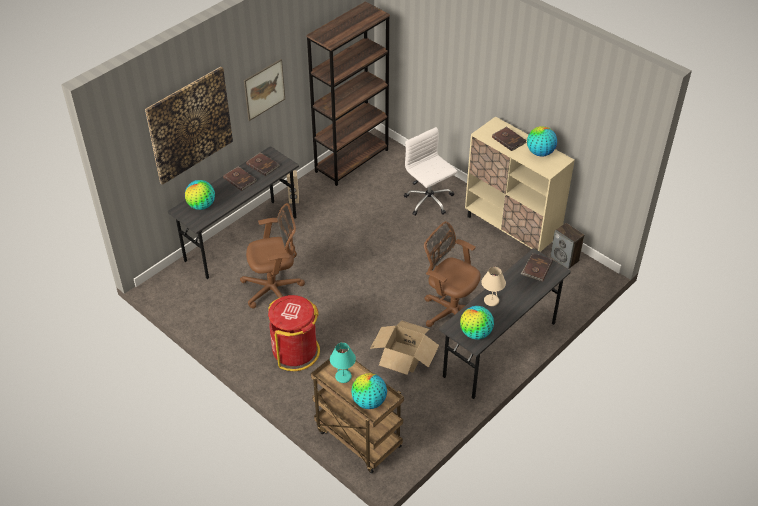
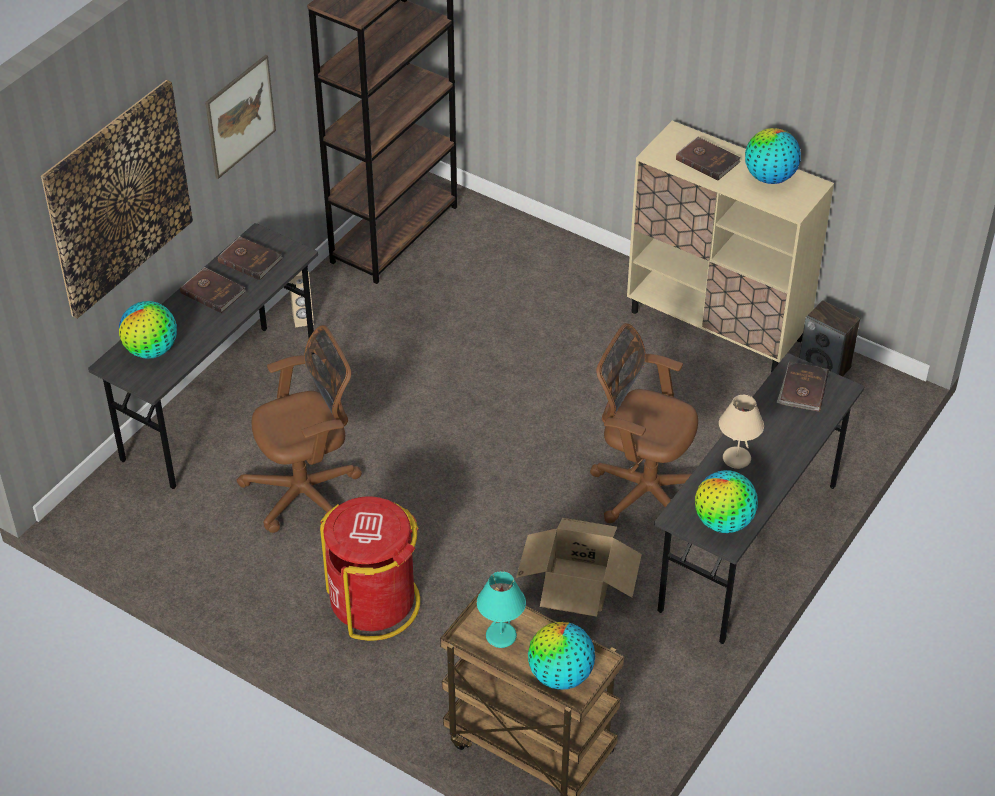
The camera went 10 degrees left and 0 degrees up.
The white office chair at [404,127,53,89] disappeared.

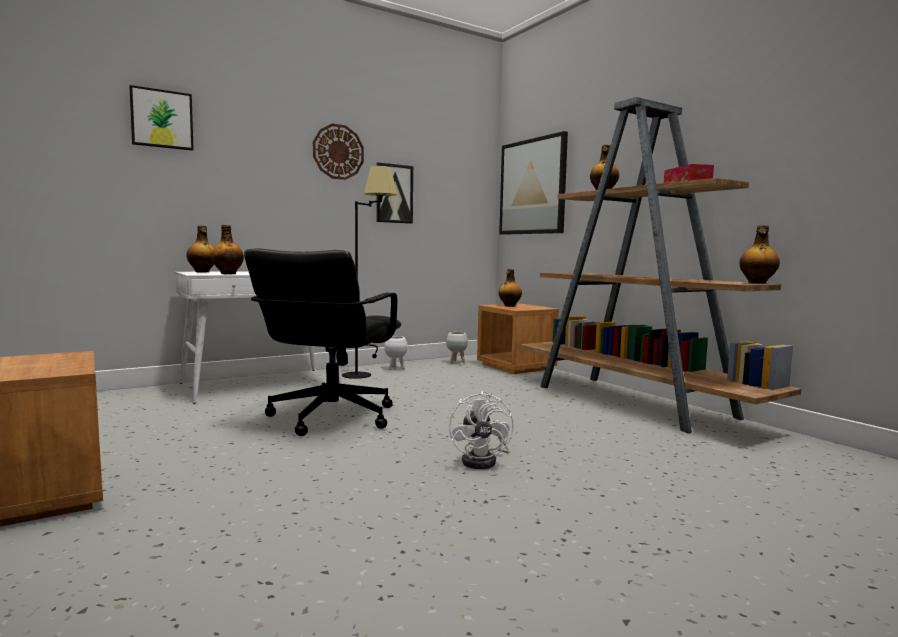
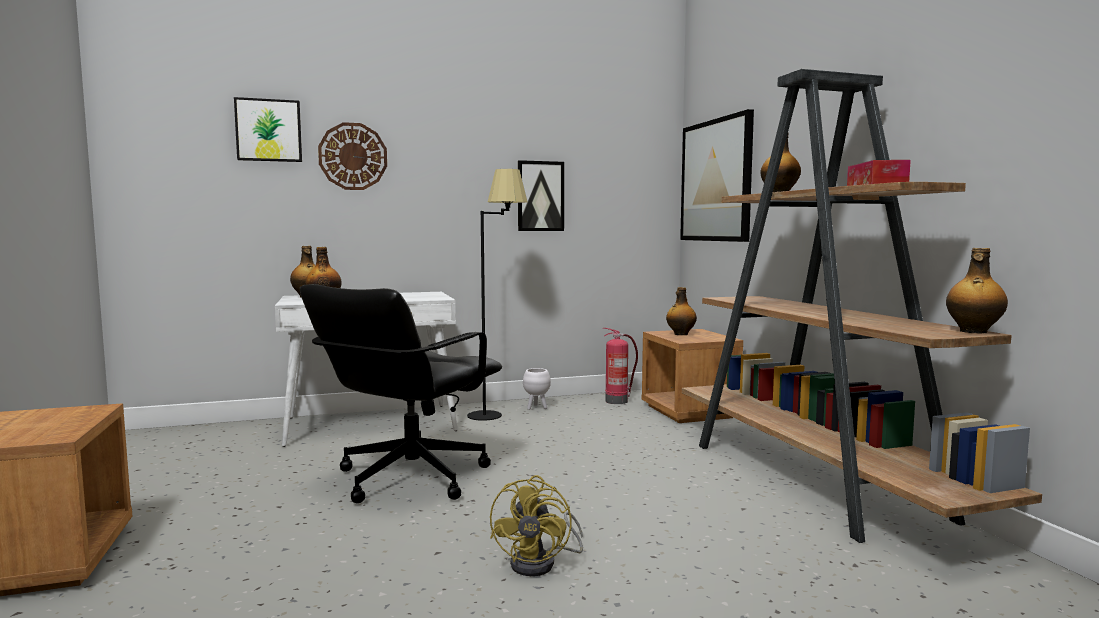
The camera went 15 degrees right and 0 degrees up.
The hanging clock moved from [313,124,51,56] to [318,122,69,68].
The white fan at [449,391,65,78] became the yellow fan at [490,475,93,101].
The white planter at [446,332,22,31] was replaced by the fire-fighting cylinder at [603,328,35,76].

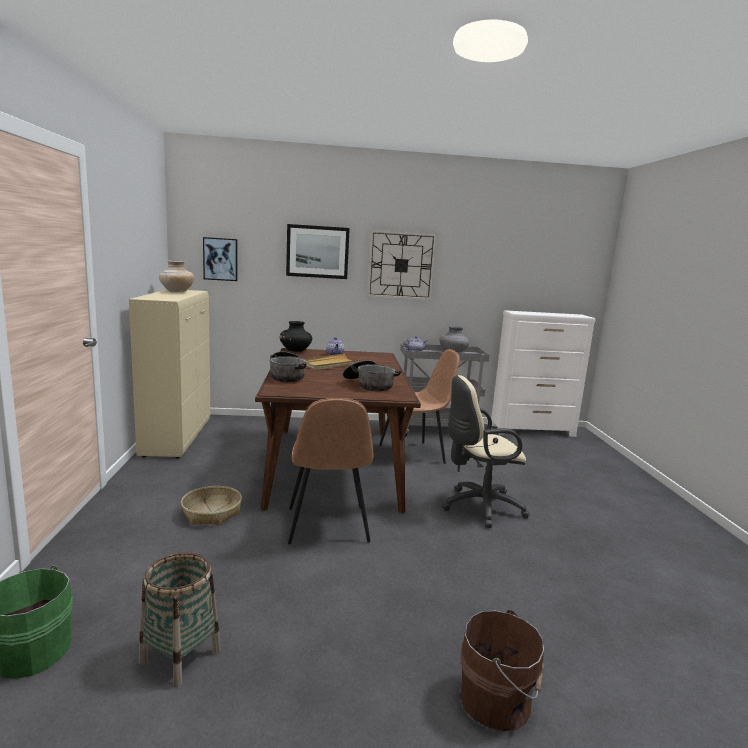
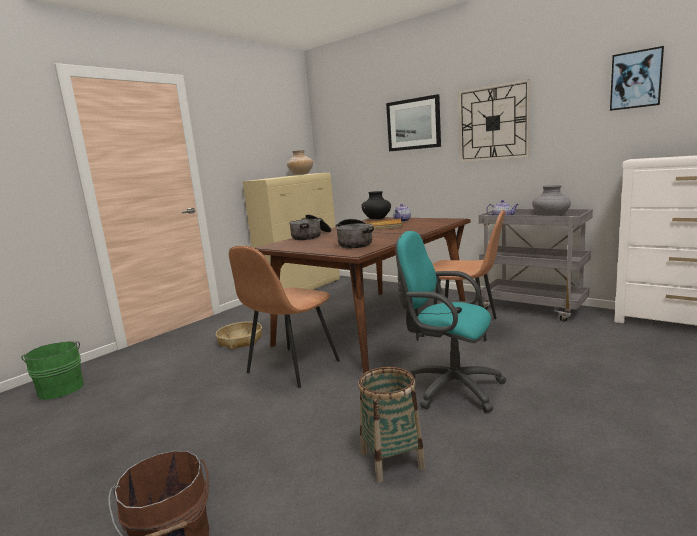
The camera went 45 degrees right and 0 degrees up.
The storage basket moved from [139,552,82,135] to [358,367,67,115].
The beige-coloured office chair at [442,375,88,153] became the turquoise-coloured office chair at [395,231,112,182].
The wall picture moved from [203,237,34,44] to [610,46,54,65].

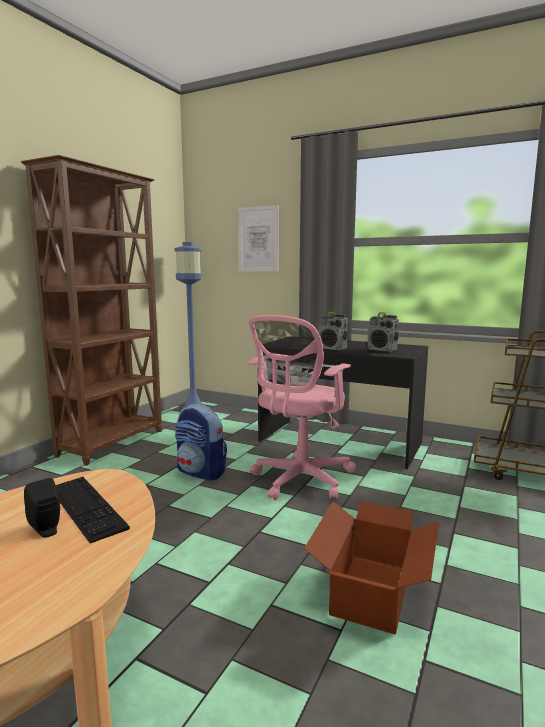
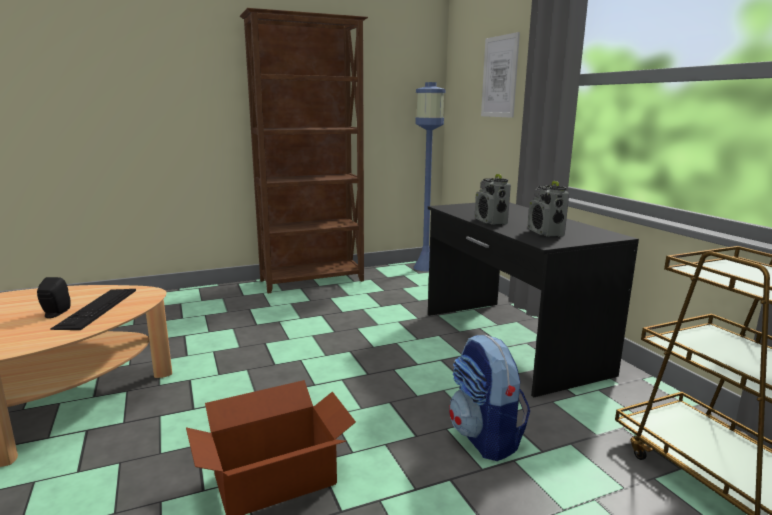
The camera went 40 degrees right and 5 degrees up.
The knapsack moved from [175,404,52,77] to [449,335,81,126].
The pinkish office chair at [247,315,109,185] disappeared.

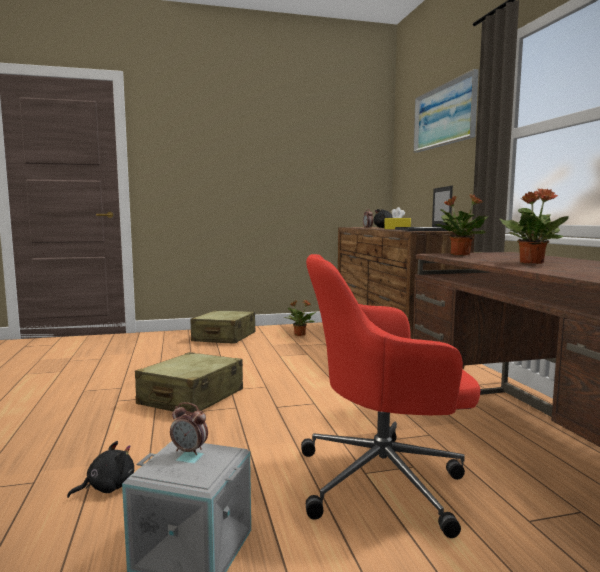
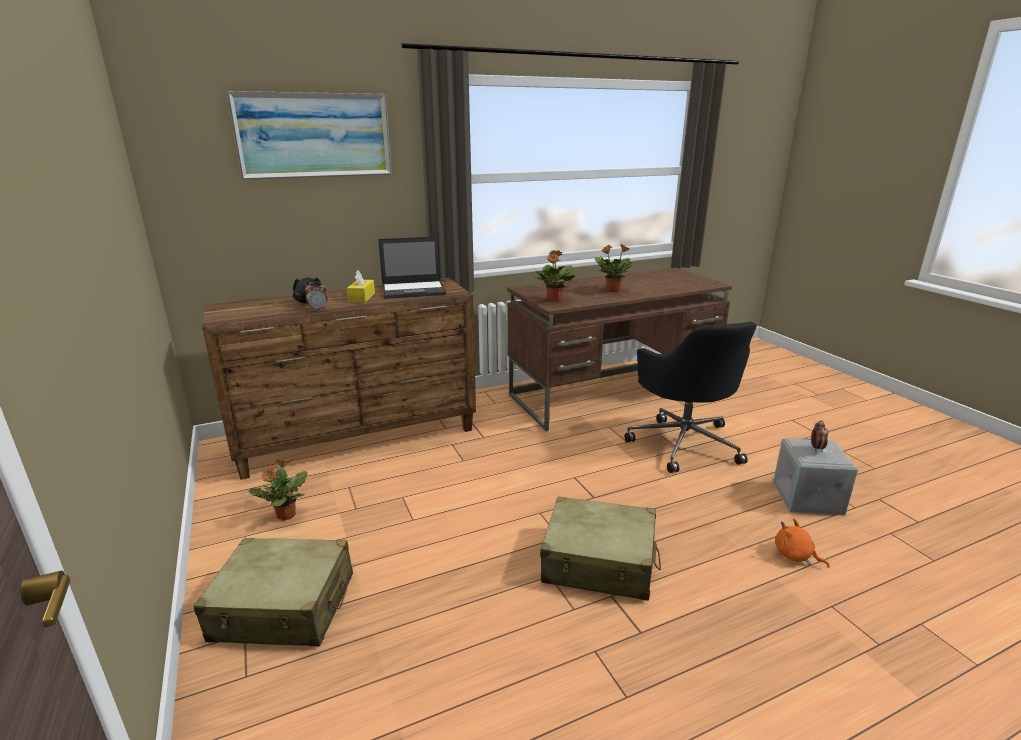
The camera went 100 degrees left and 15 degrees up.
The reddish office chair at [301,254,180,284] became the black office chair at [625,321,131,152].
The black cuddly toy at [67,441,67,57] became the orangey cuddly toy at [775,518,55,50].

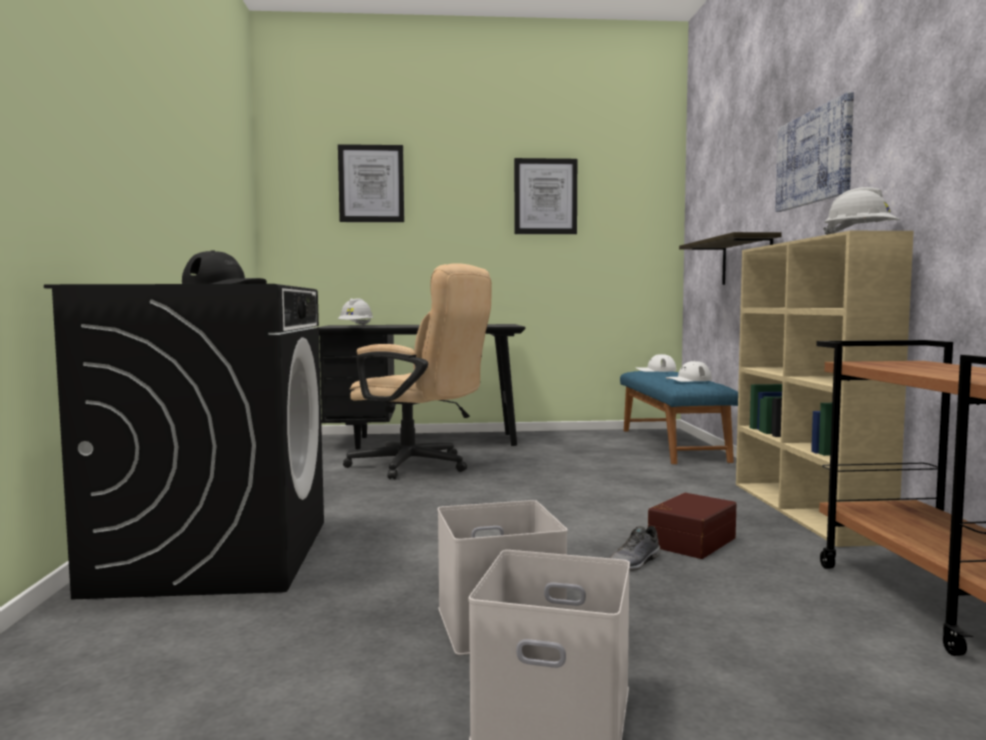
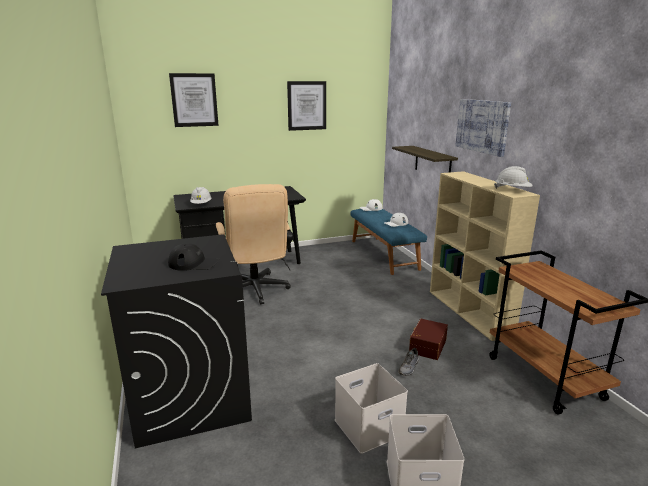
The camera went 15 degrees left and 15 degrees up.
The beige-coloured office chair at [343,263,149,216] turned 60 degrees clockwise.

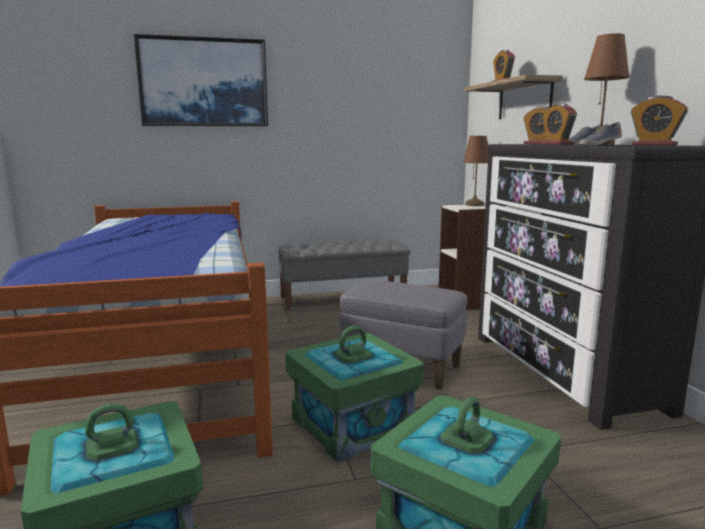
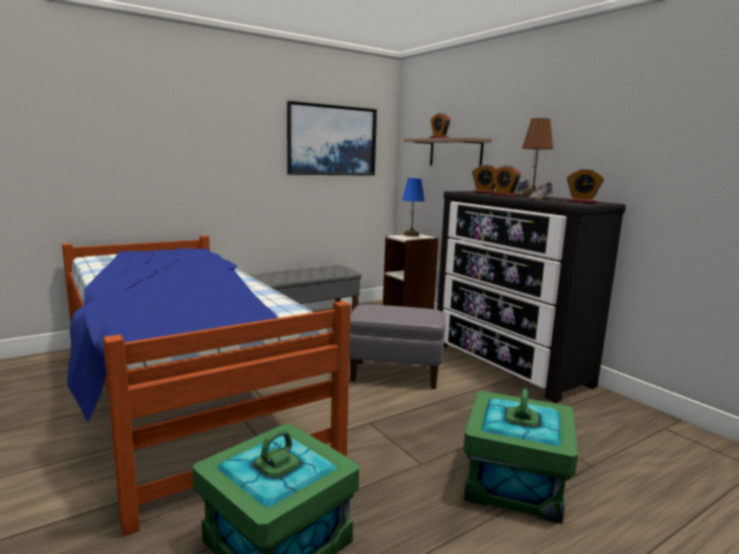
The camera went 20 degrees left and 0 degrees up.
The wall picture moved from [134,34,134,92] to [287,101,90,75].
The brown table lamp at [463,136,25,70] became the blue table lamp at [402,178,23,58].
The green-coloured storage box at [285,325,139,138] disappeared.

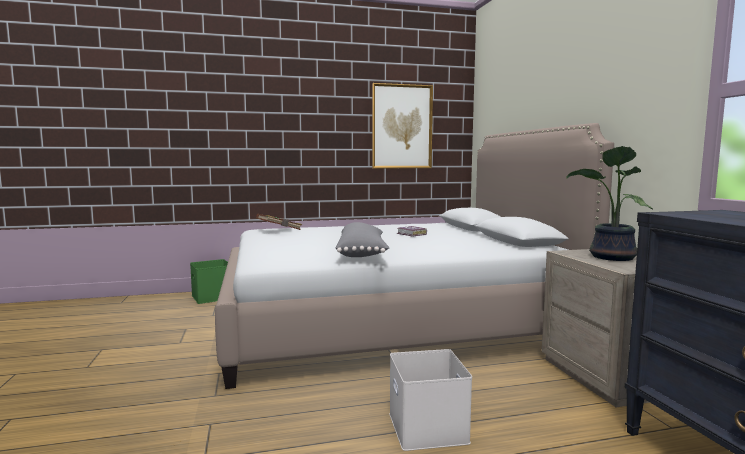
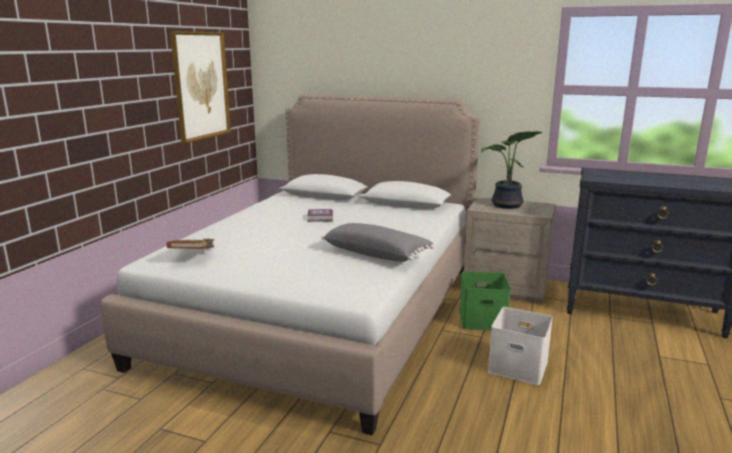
The camera went 55 degrees left and 10 degrees up.
The green-coloured storage box moved from [190,259,38,45] to [459,272,52,58].

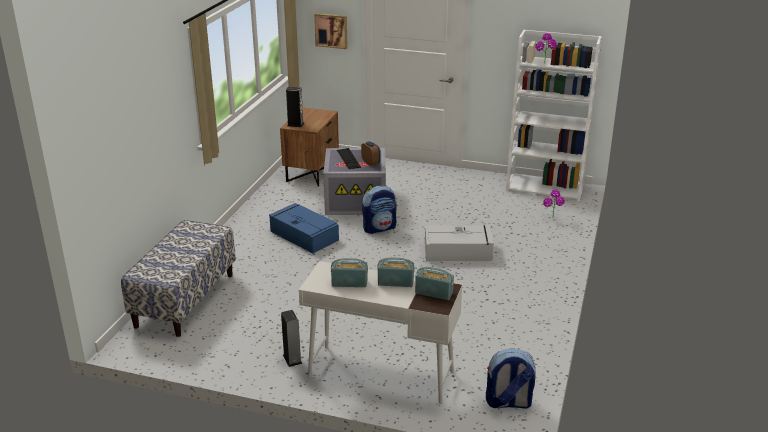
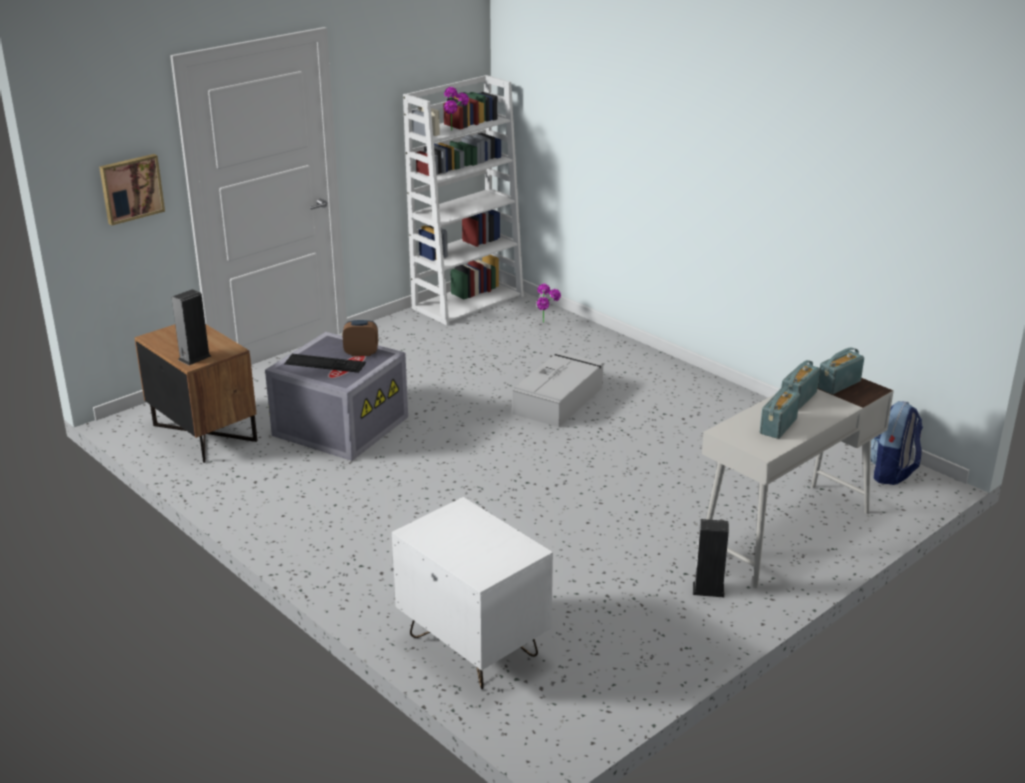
The camera went 60 degrees left and 0 degrees up.
The bench at [121,220,115,117] was replaced by the white night table at [392,497,161,192].
The blue storage box at [269,203,70,50] disappeared.
The knapsack at [362,186,34,48] disappeared.

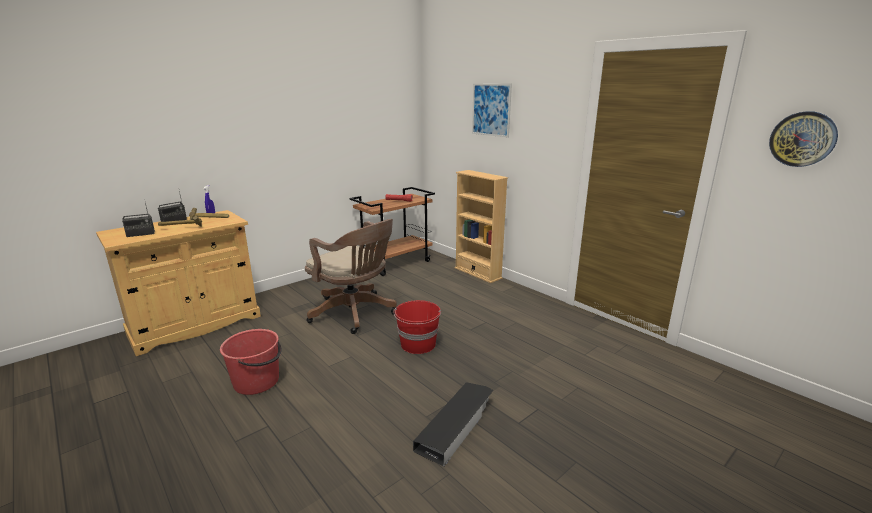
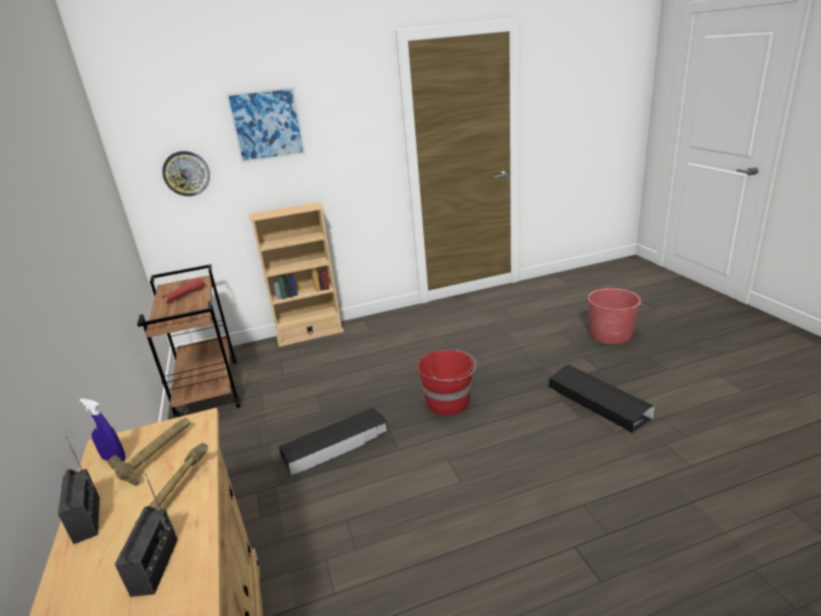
The camera went 65 degrees left and 5 degrees up.
The hanging clock moved from [769,111,69,56] to [162,151,48,45].
The brown office chair at [305,219,92,115] was replaced by the black storage box at [279,408,108,68].
The reddish bucket moved from [220,329,61,66] to [586,288,57,57].

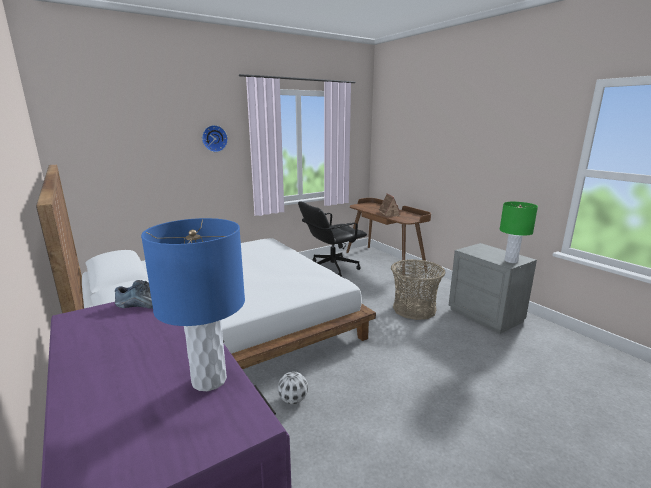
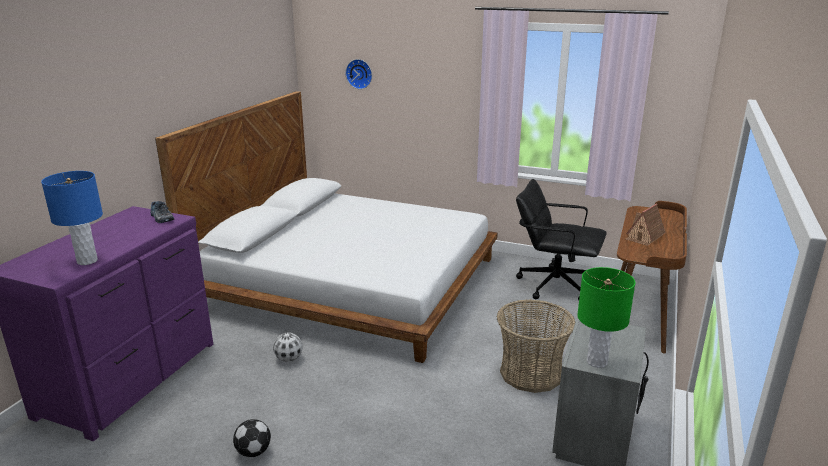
The camera went 55 degrees right and 5 degrees up.
The ball for football at [233,419,38,38] appeared.
The hanging clock moved from [202,125,26,27] to [345,59,27,30].

